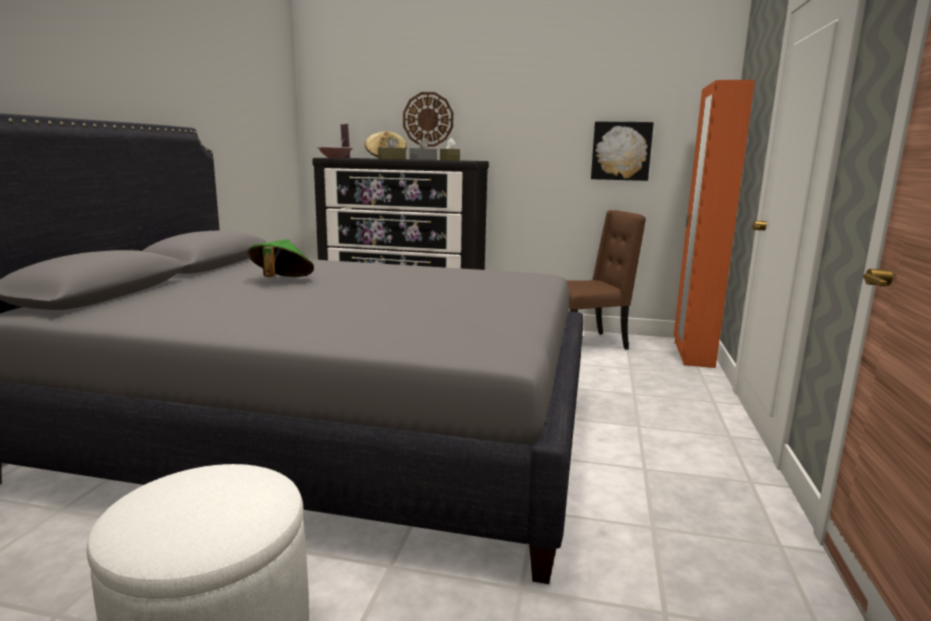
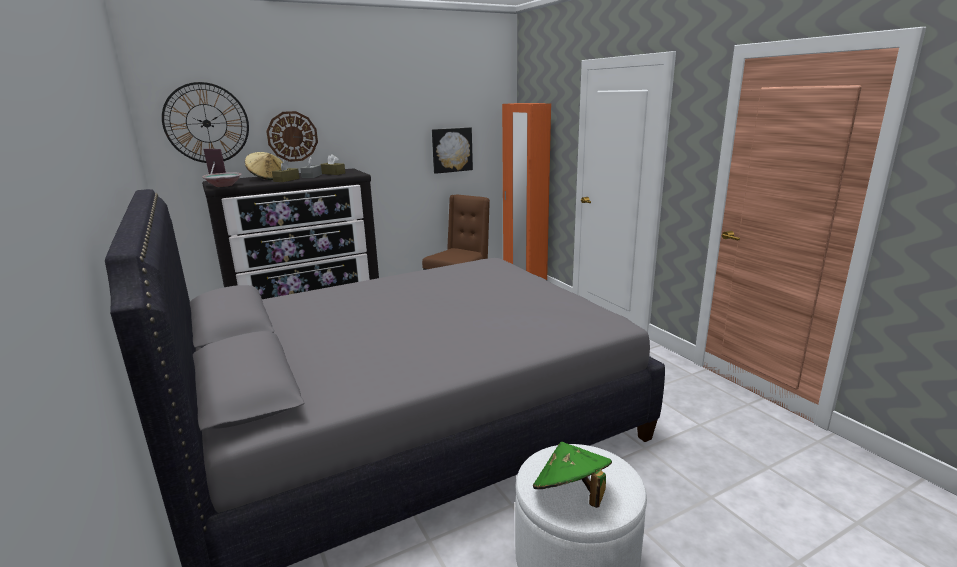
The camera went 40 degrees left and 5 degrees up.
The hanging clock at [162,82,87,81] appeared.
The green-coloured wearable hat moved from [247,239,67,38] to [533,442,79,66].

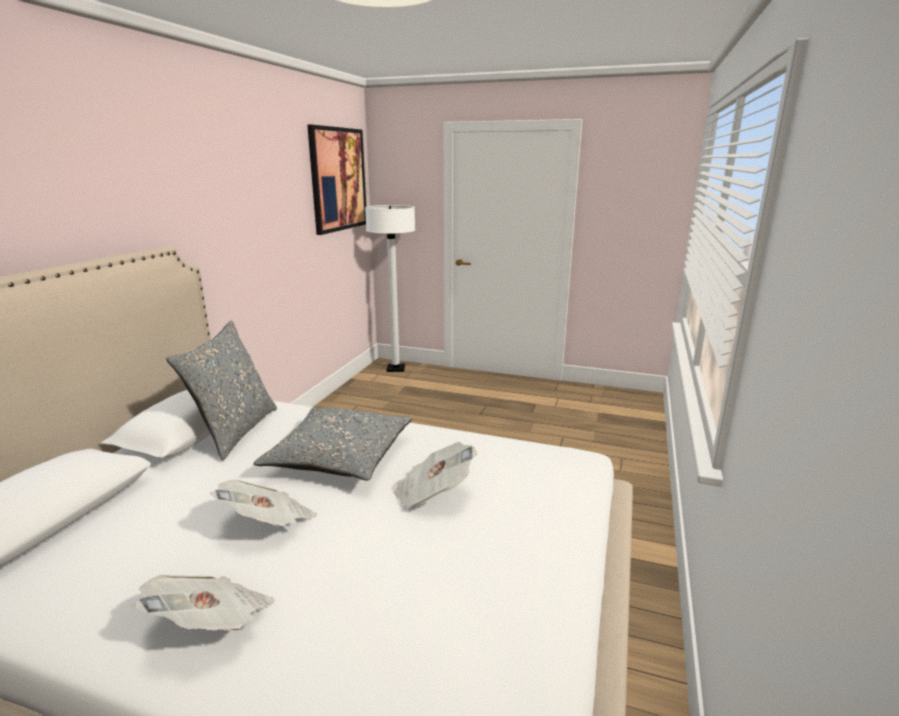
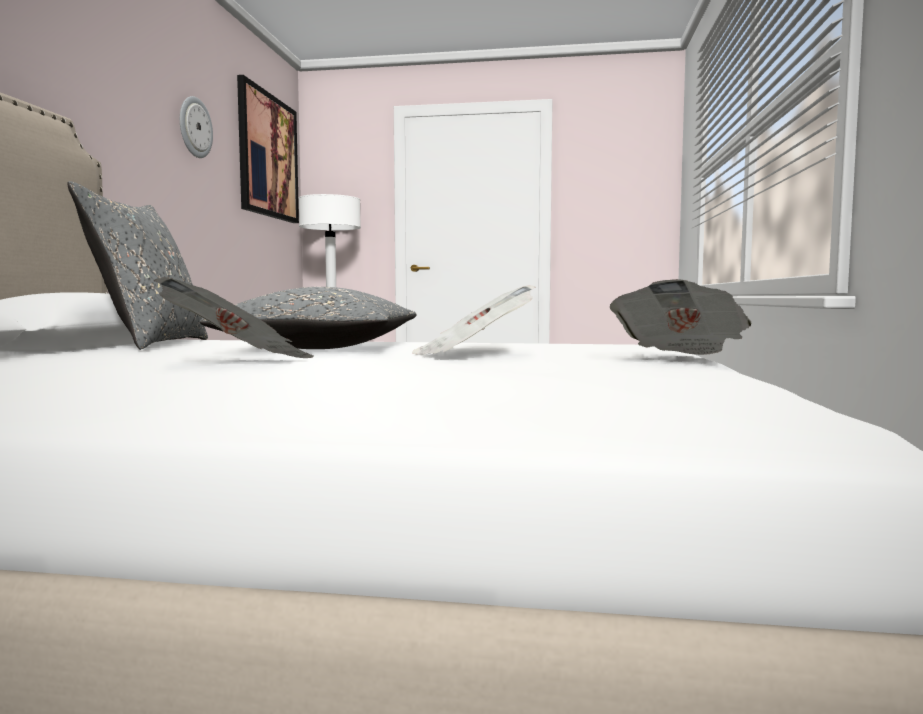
The camera went 10 degrees left and 15 degrees down.
The hanging clock at [180,96,33,62] appeared.
The newspaper moved from [133,575,142,56] to [610,279,142,76].

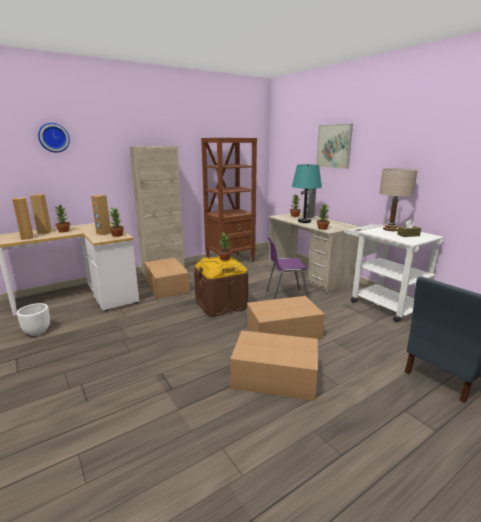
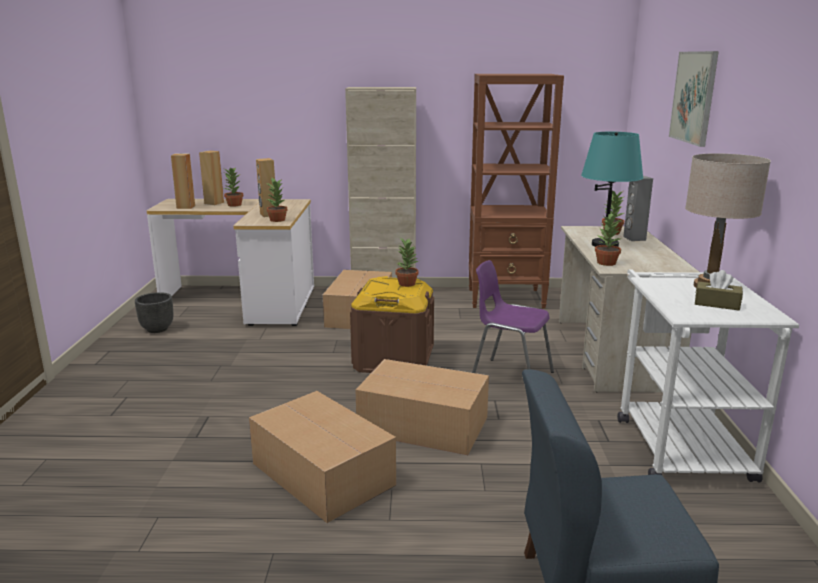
The camera went 35 degrees right and 0 degrees up.
The white planter at [17,303,33,33] became the black planter at [135,292,38,41].
The hanging clock at [38,123,32,30] disappeared.

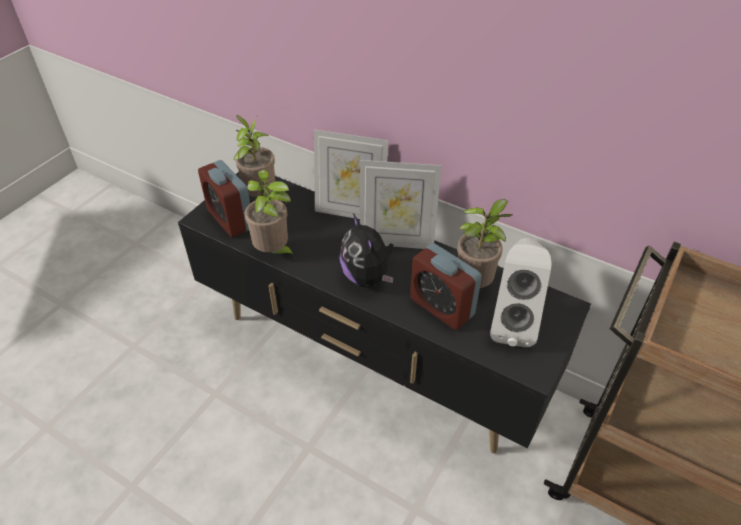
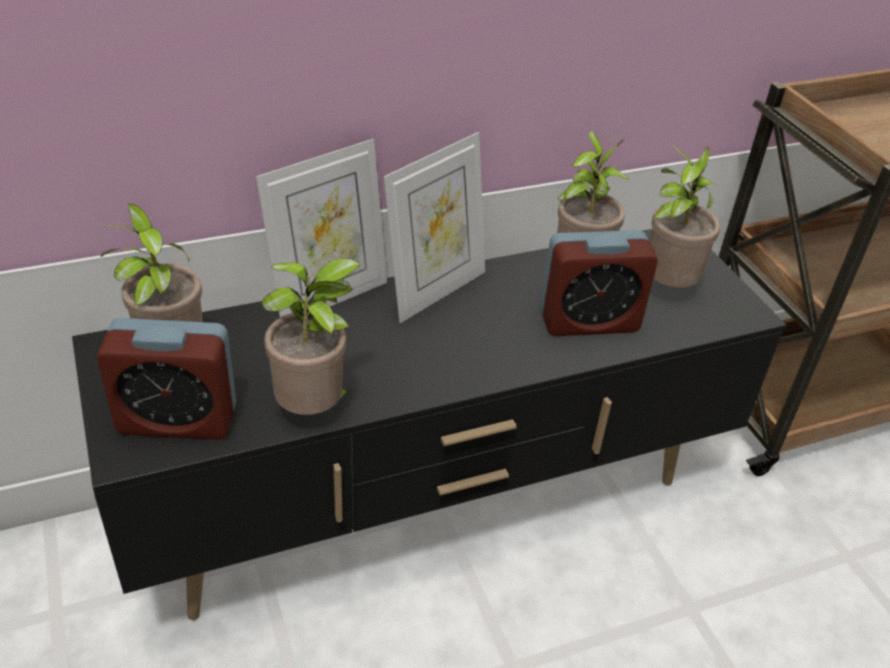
The camera went 55 degrees left and 5 degrees down.
The white loudspeaker at [490,238,61,109] was replaced by the potted plant at [650,143,70,145].
The cuddly toy at [339,214,54,73] disappeared.

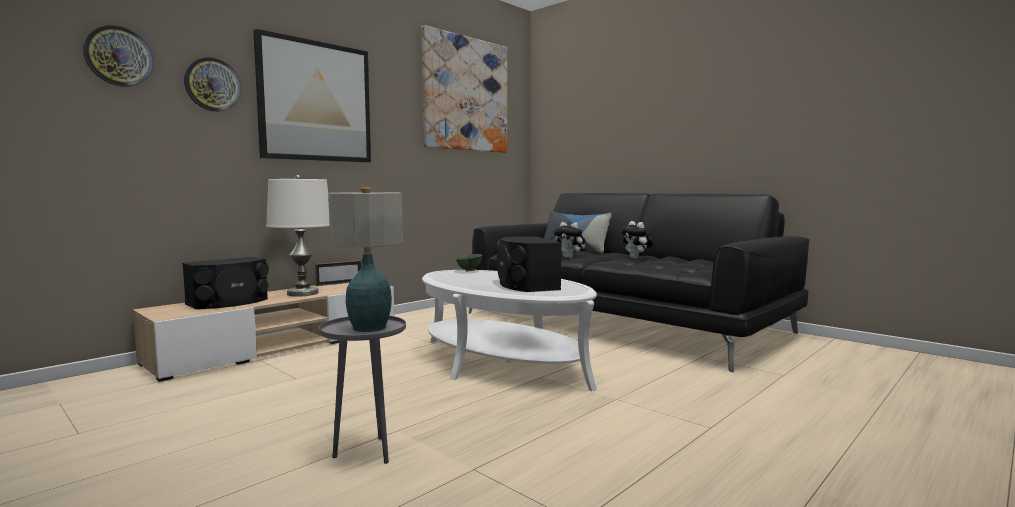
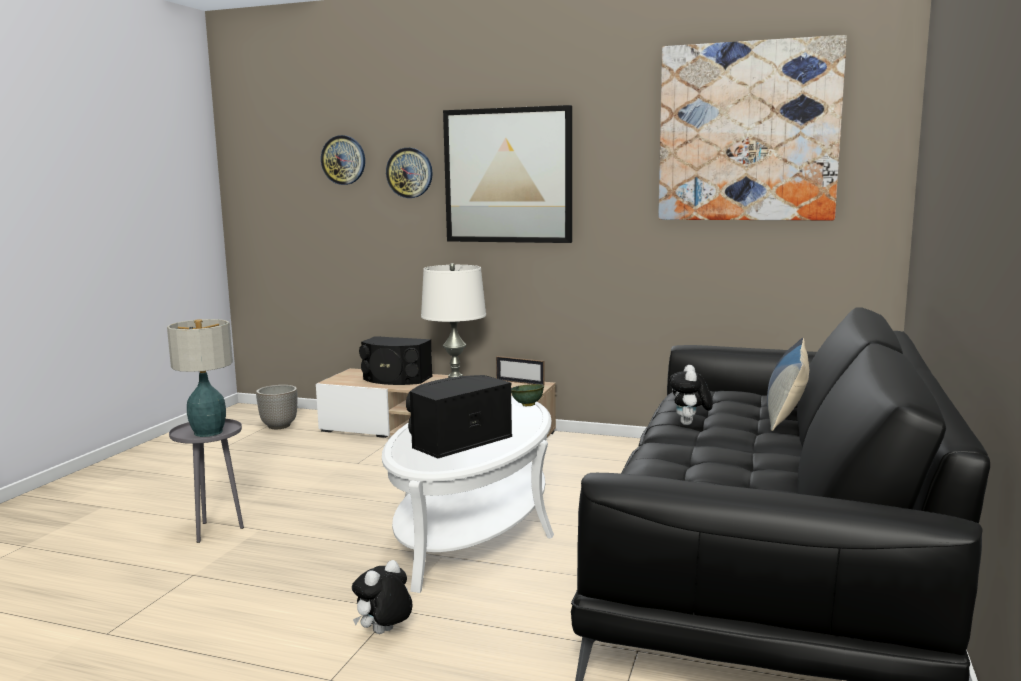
The camera went 65 degrees right and 5 degrees up.
The planter at [256,385,41,44] appeared.
The cuddly toy moved from [621,221,32,38] to [352,560,60,74].

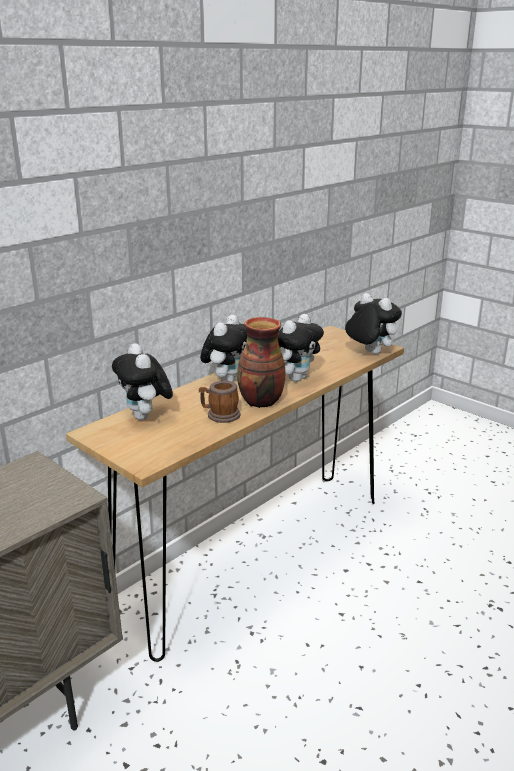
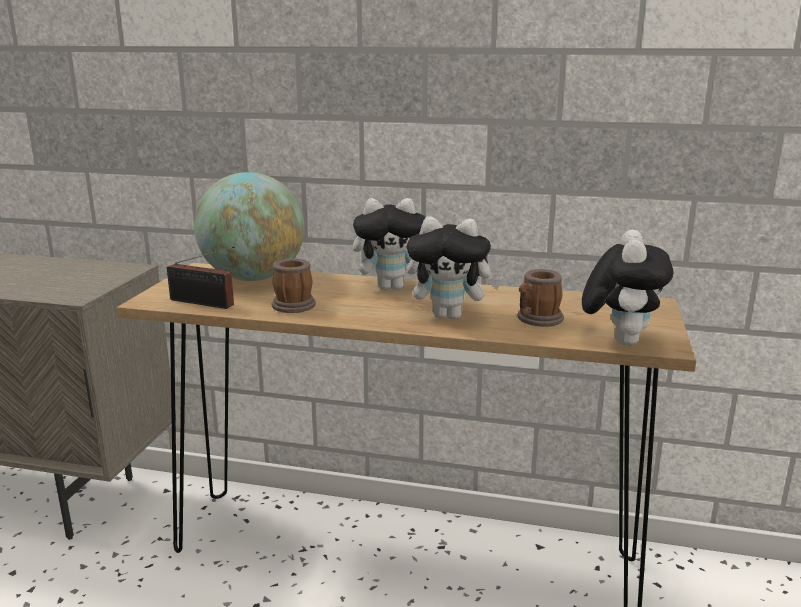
The camera went 60 degrees right and 5 degrees down.
The radio receiver at [167,246,68,63] appeared.
The cuddly toy at [112,343,61,77] was replaced by the world globe at [194,172,111,109].
The coffee mug at [517,269,47,58] appeared.
The decorative vase at [237,317,48,91] disappeared.

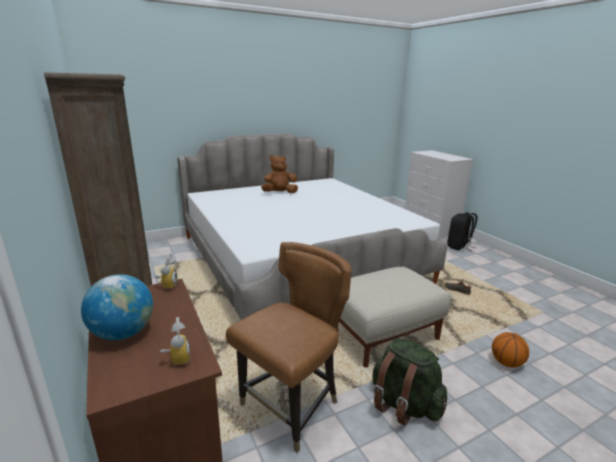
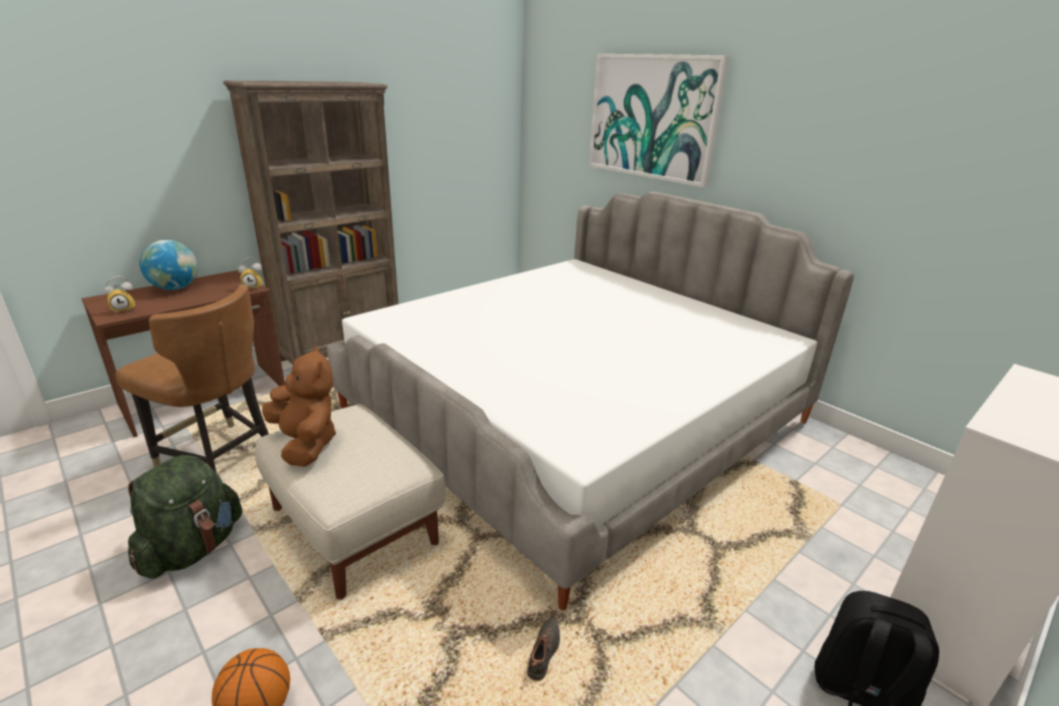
The camera went 75 degrees right and 5 degrees up.
The brown cuddly toy moved from [261,155,37,38] to [262,346,74,120].
The wall picture at [589,54,140,133] appeared.

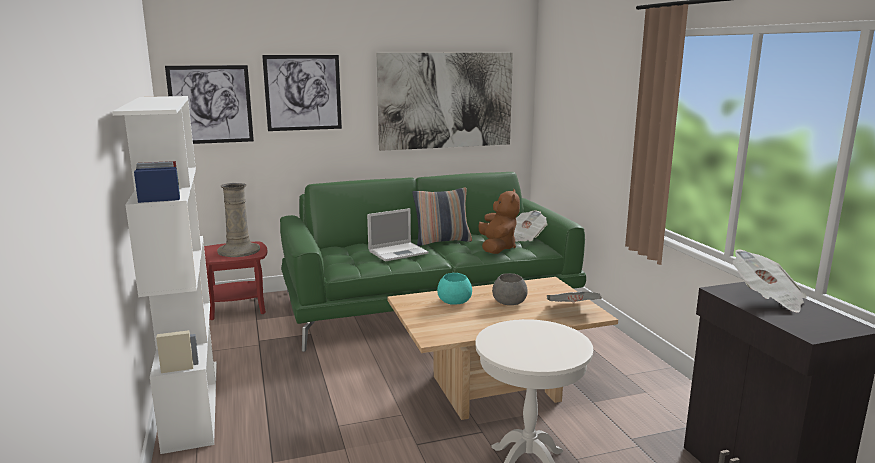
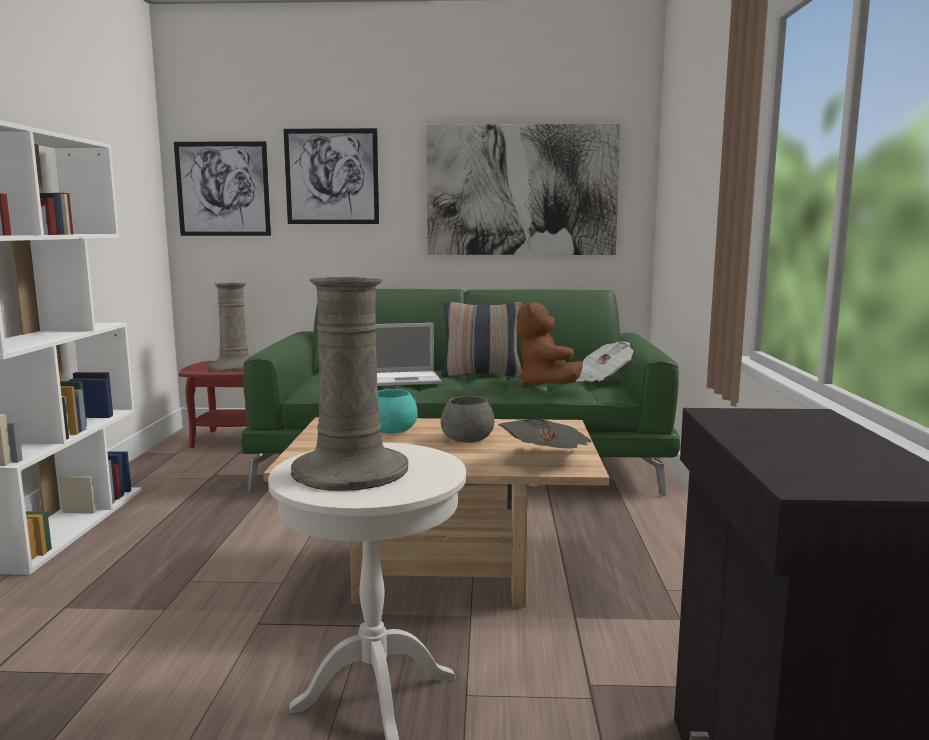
The camera went 20 degrees right and 5 degrees down.
The beige-coloured decorative vase at [291,277,117,214] appeared.
The brown cuddly toy at [478,189,42,65] turned 150 degrees clockwise.
The newspaper at [733,250,74,63] disappeared.

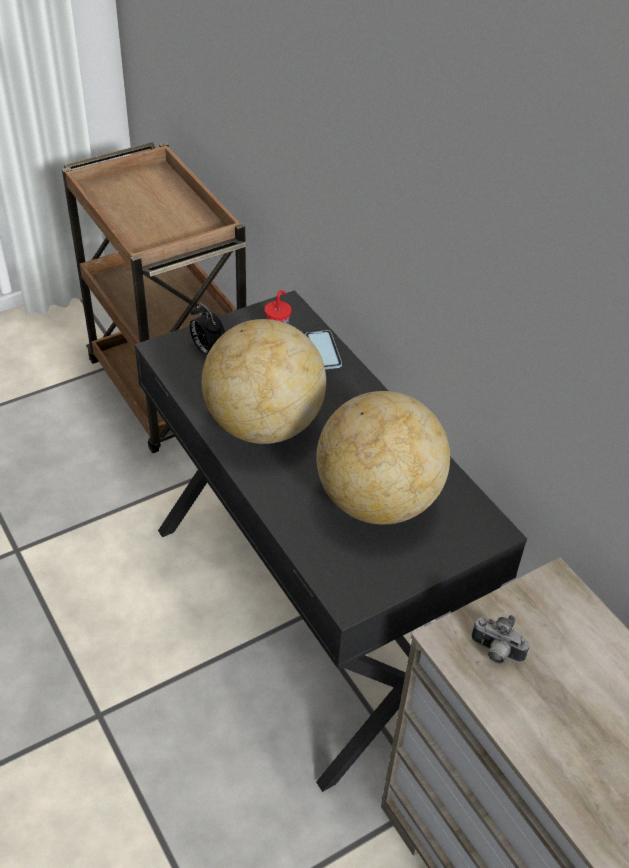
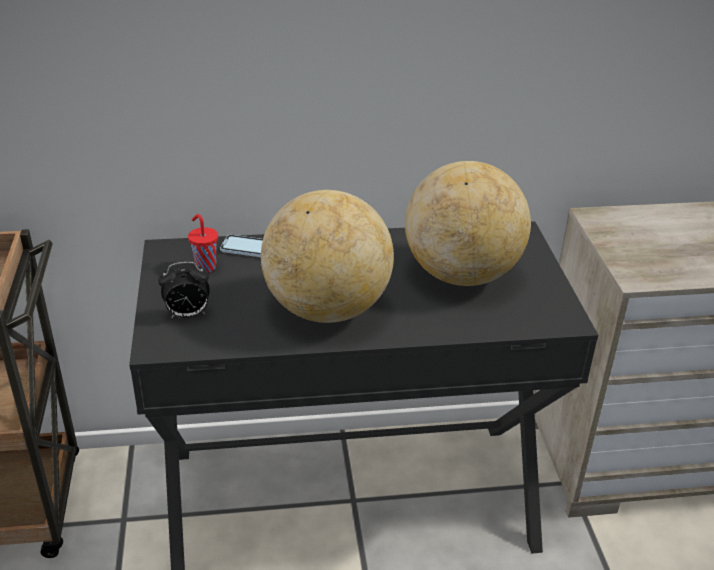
The camera went 65 degrees left and 10 degrees down.
The still camera at [471,615,58,49] disappeared.

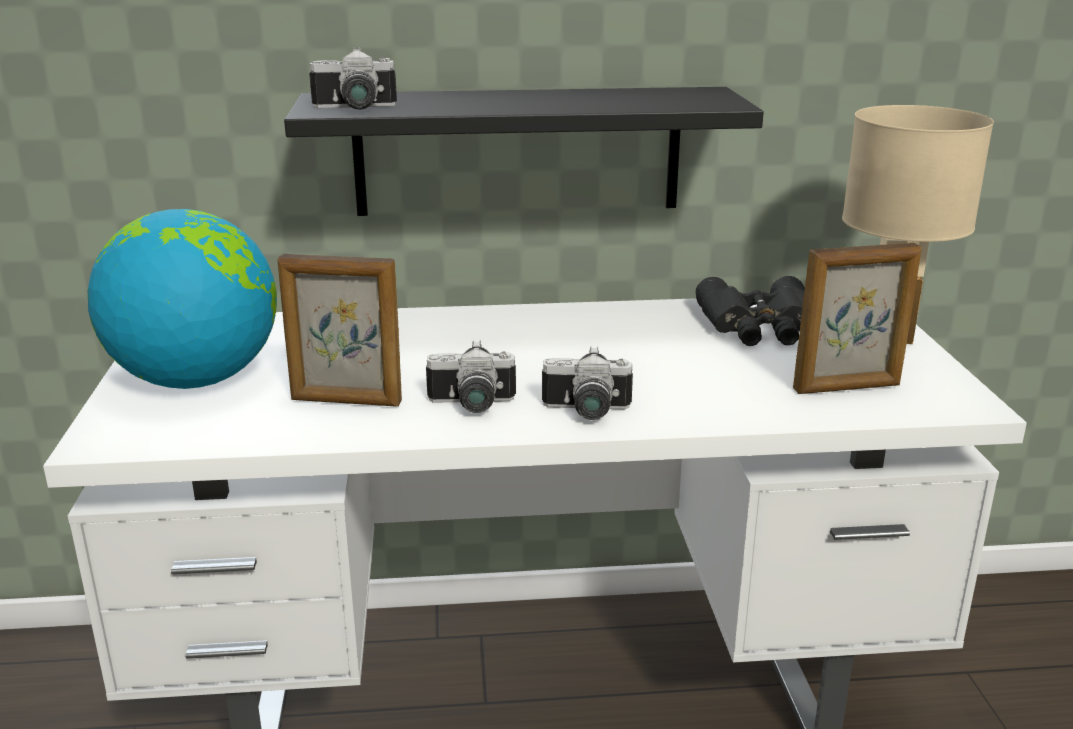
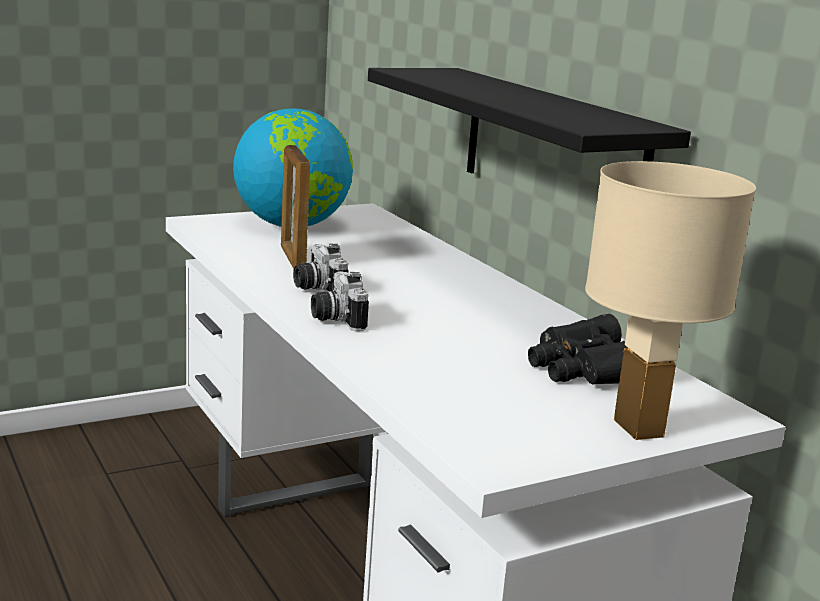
The camera went 65 degrees right and 5 degrees down.
The still camera at [309,47,88,63] disappeared.
The photo frame at [793,243,129,151] disappeared.

